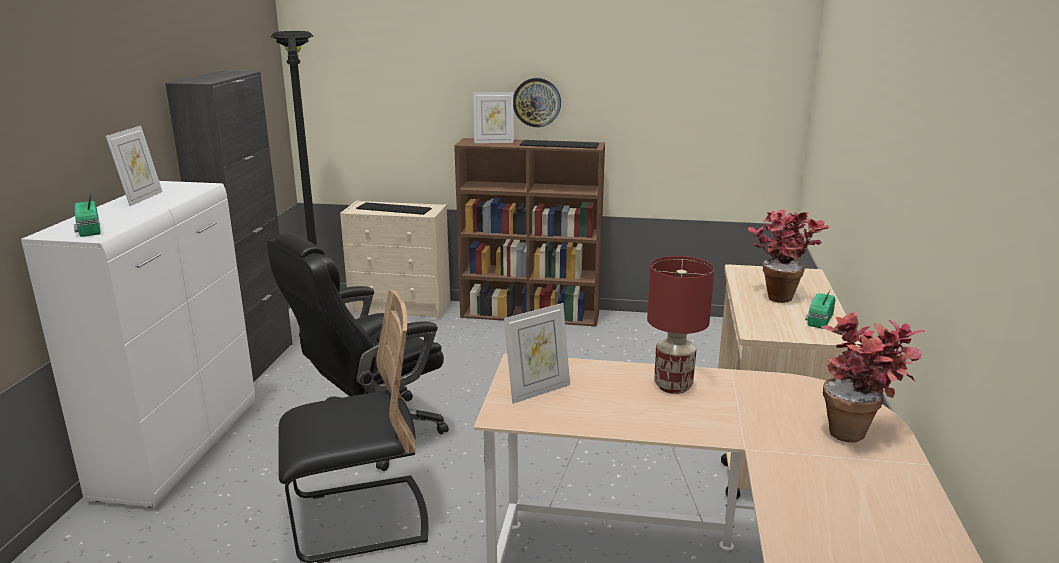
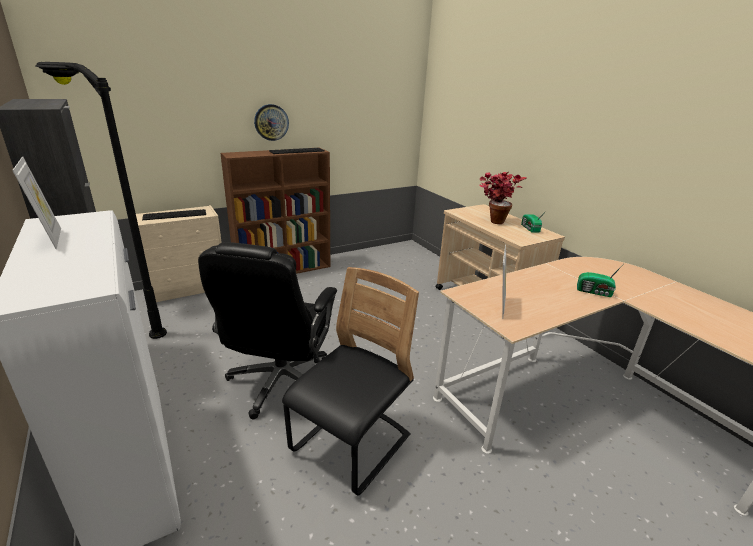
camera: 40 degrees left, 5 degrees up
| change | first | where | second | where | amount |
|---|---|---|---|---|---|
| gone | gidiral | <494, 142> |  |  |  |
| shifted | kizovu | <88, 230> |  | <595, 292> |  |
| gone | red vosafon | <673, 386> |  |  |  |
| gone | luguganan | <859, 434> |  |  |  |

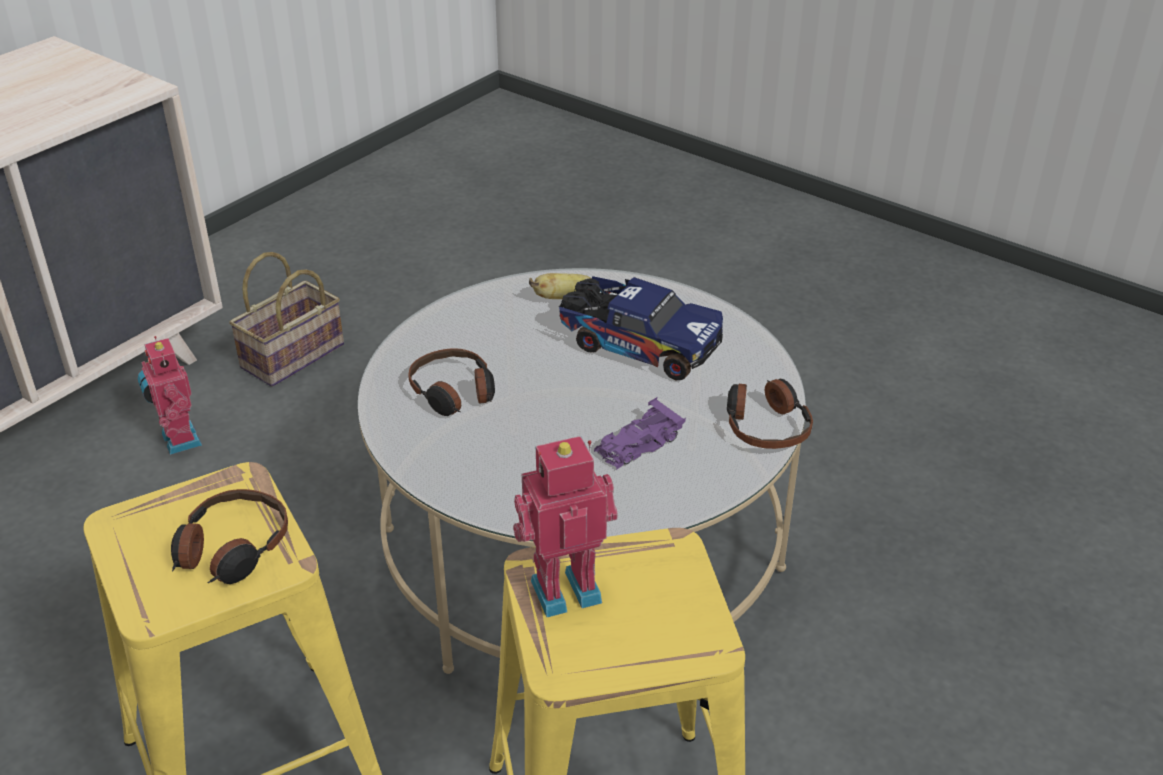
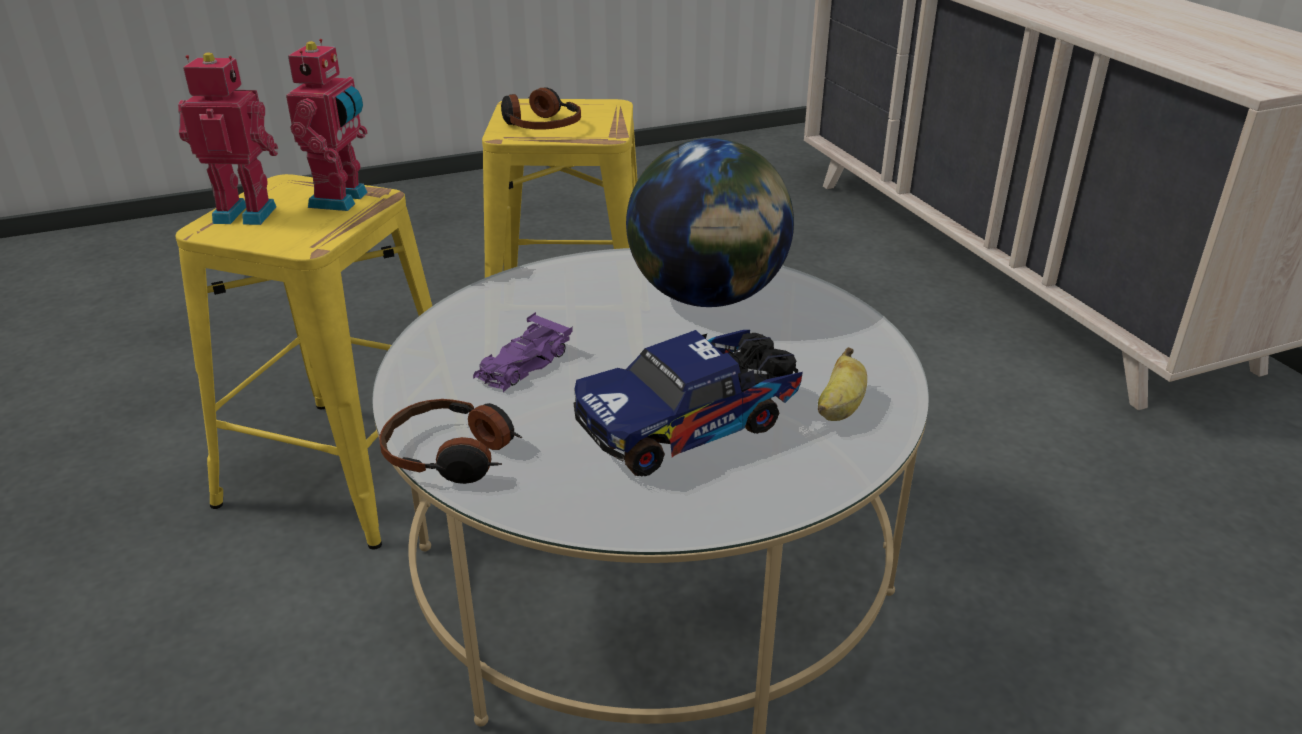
camera: 120 degrees right, 5 degrees down
| change | first | where | second | where | amount |
|---|---|---|---|---|---|
| gone | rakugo | <292, 358> |  |  |  |
| shifted | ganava | <178, 440> |  | <246, 213> |  |
| swapped | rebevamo | <454, 393> | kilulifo | <708, 297> |  |
| rotated | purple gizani | <637, 444> |  | <522, 365> | 135 degrees counterclockwise |

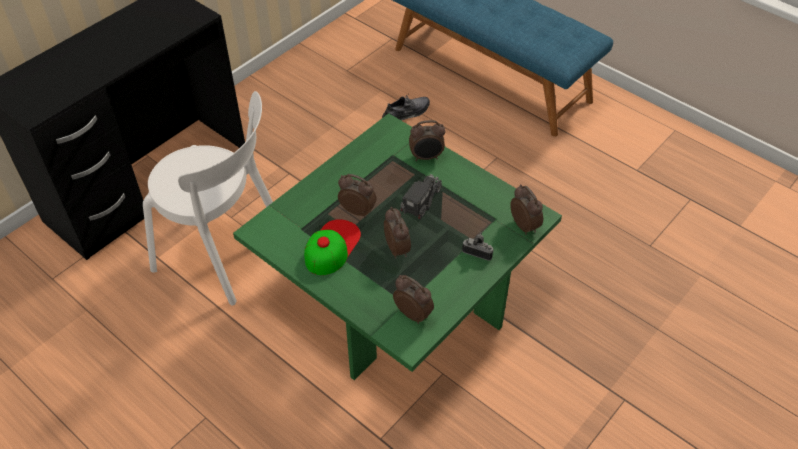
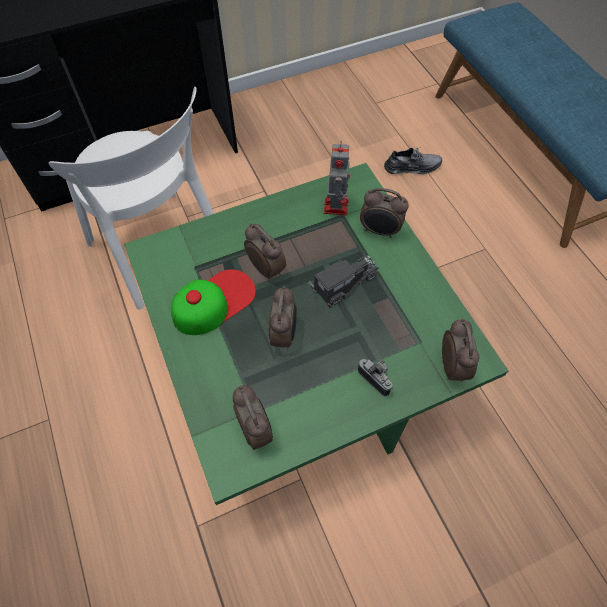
camera: 25 degrees right, 10 degrees up
| change | first | where | second | where | amount |
|---|---|---|---|---|---|
| new |  |  | ganava | <336, 205> |  |

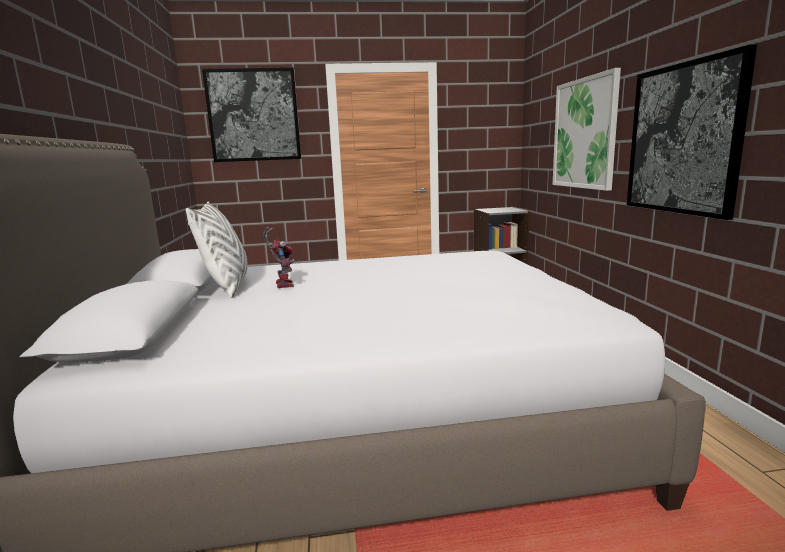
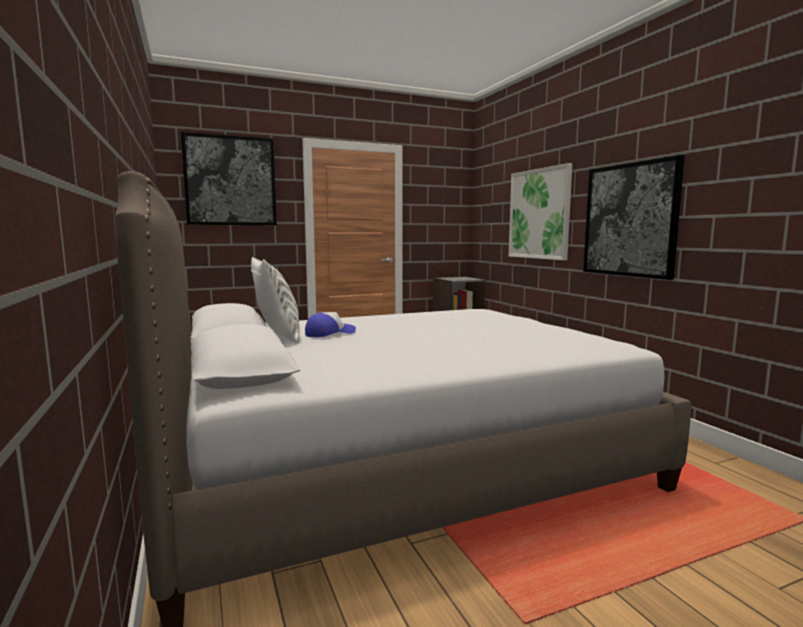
camera: 15 degrees left, 5 degrees down
| change | first | where | second | where | amount |
|---|---|---|---|---|---|
| swapped | ganava | <282, 284> | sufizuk | <329, 333> |  |

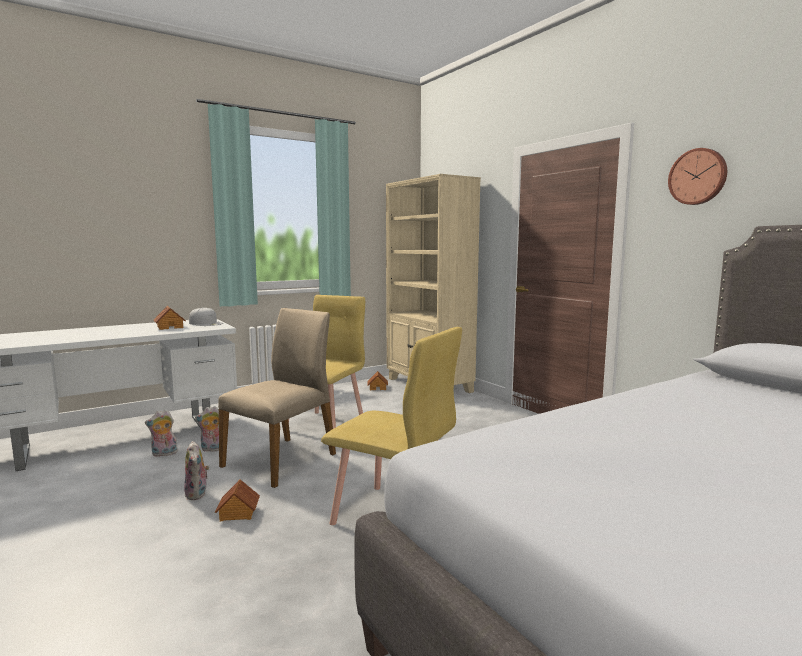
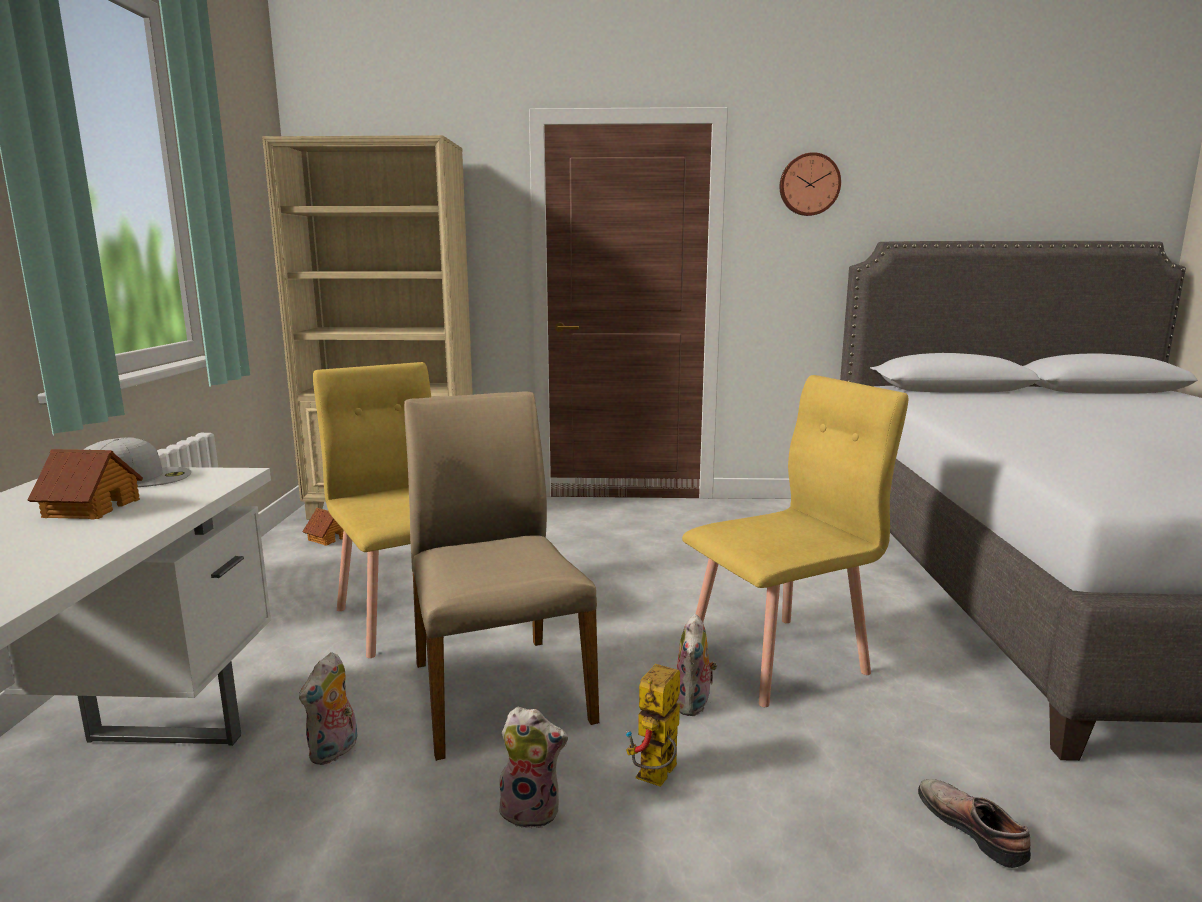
camera: 55 degrees left, 5 degrees up
| change | first | where | second | where | amount |
|---|---|---|---|---|---|
| shifted | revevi | <164, 454> |  | <693, 705> |  |
| swapped | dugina | <238, 513> | ganava | <656, 779> |  |
| new |  |  | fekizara | <973, 827> |  |

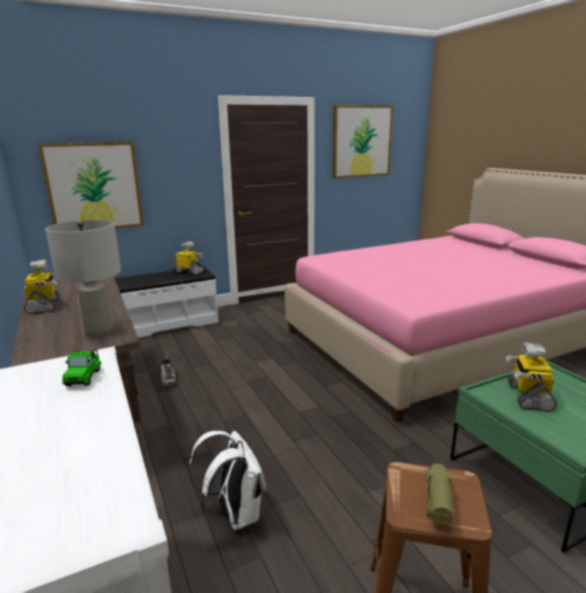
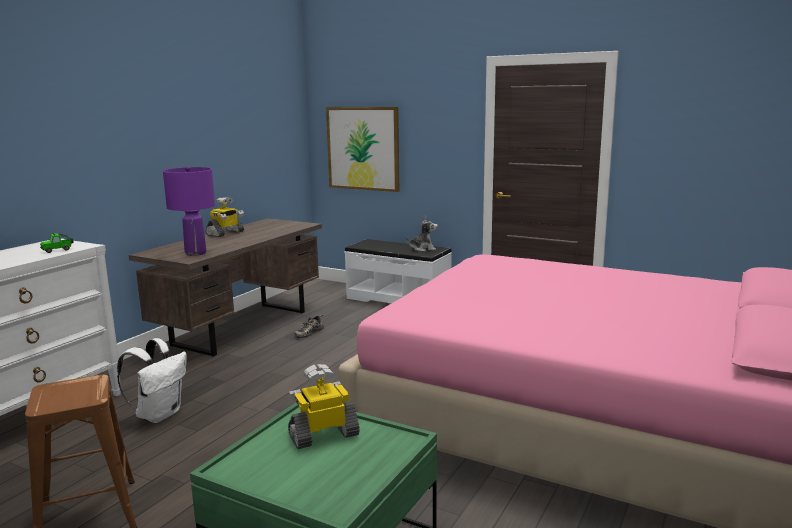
camera: 55 degrees right, 5 degrees down
| change | first | where | second | where | amount |
|---|---|---|---|---|---|
| gone | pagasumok | <362, 141> |  |  |  |
| repainted | grey vosafon | <98, 331> | purple vosafon | <195, 253> |  |
| swapped | ganava | <189, 272> | revevi | <422, 249> |  |
| gone | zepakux | <437, 503> |  |  |  |

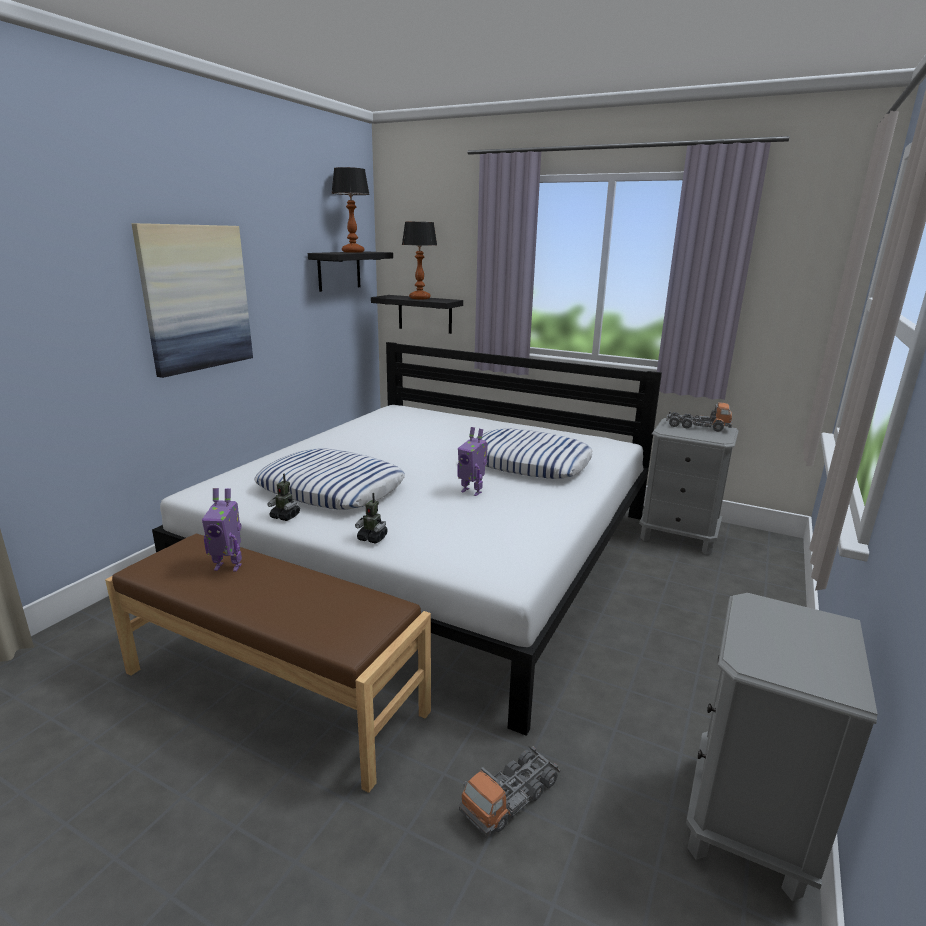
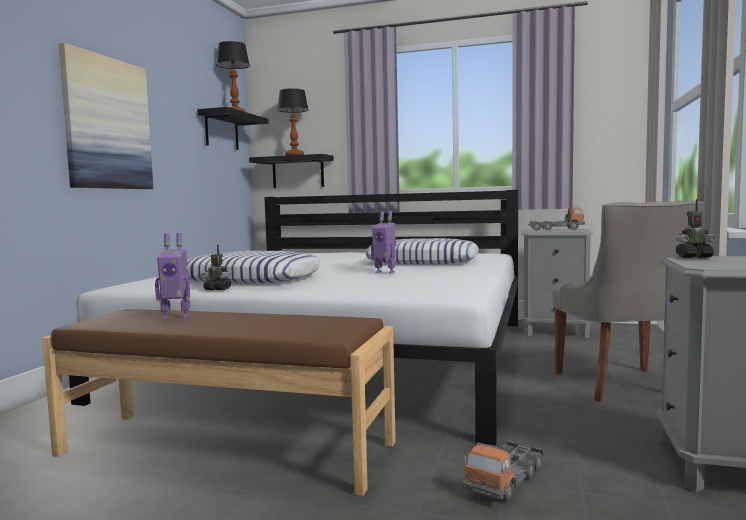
camera: 10 degrees left, 15 degrees down
| change | first | where | second | where | amount |
|---|---|---|---|---|---|
| shifted | ganava | <372, 538> |  | <694, 257> |  |
| new |  |  | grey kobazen | <621, 385> |  |

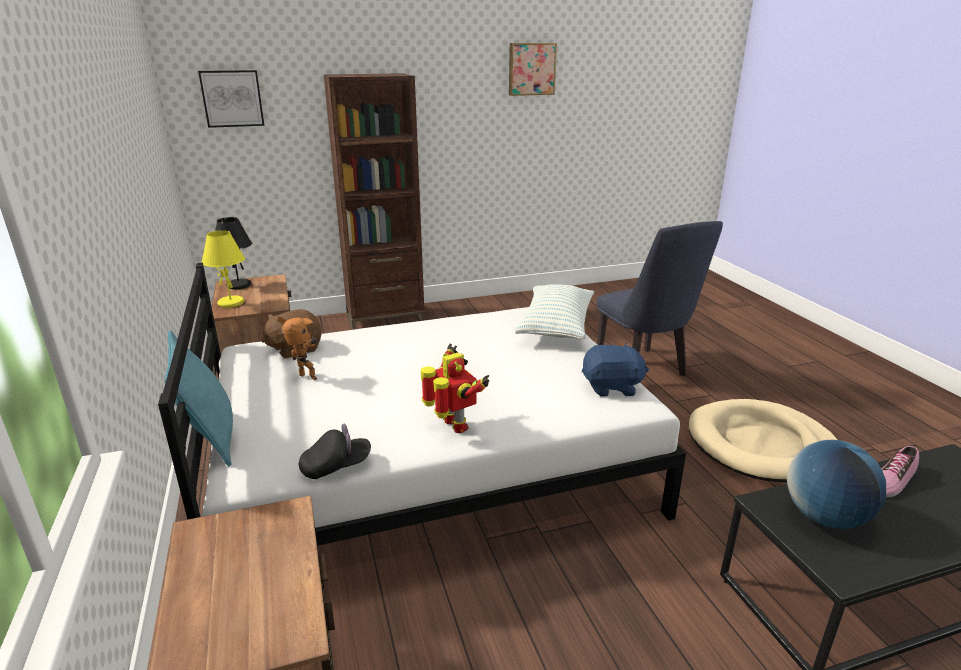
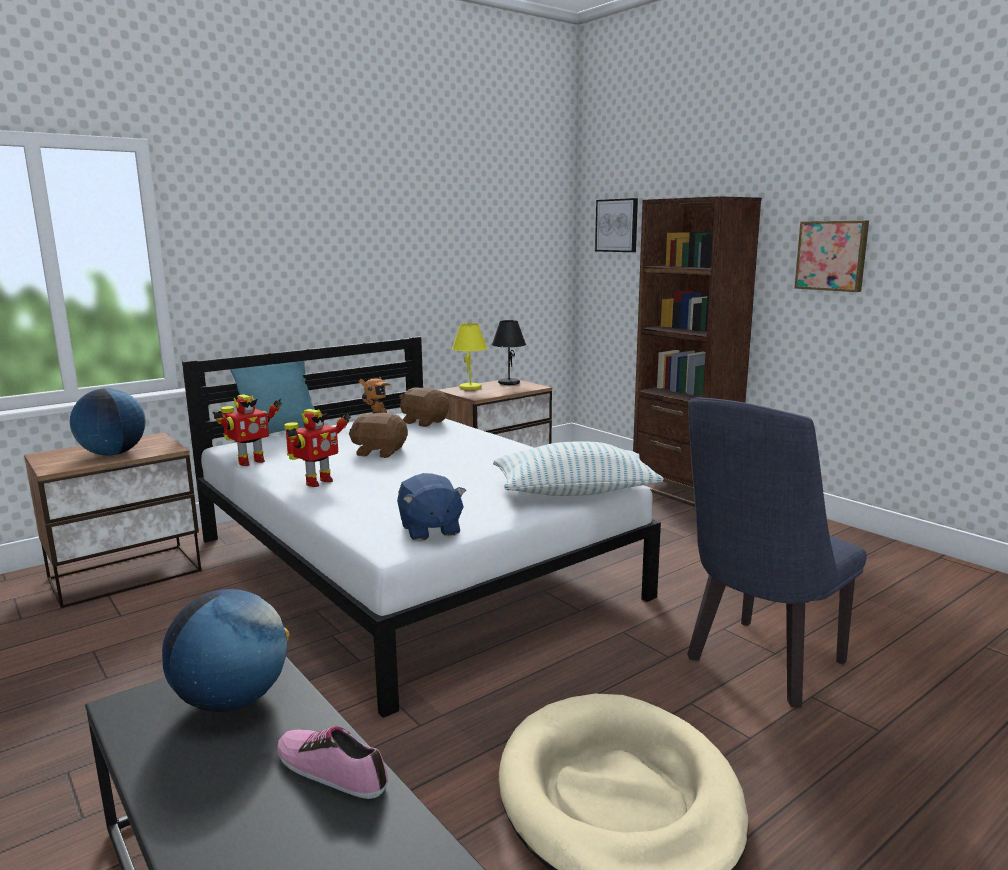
camera: 70 degrees right, 10 degrees down
| change | first | where | second | where | amount |
|---|---|---|---|---|---|
| shifted | pagasumok | <531, 69> |  | <832, 255> |  |
| swapped | black sufizuk | <336, 466> | ganava | <250, 462> |  |
| new |  |  | kilulifo | <113, 454> |  |
| new |  |  | brown revevi | <379, 452> |  |

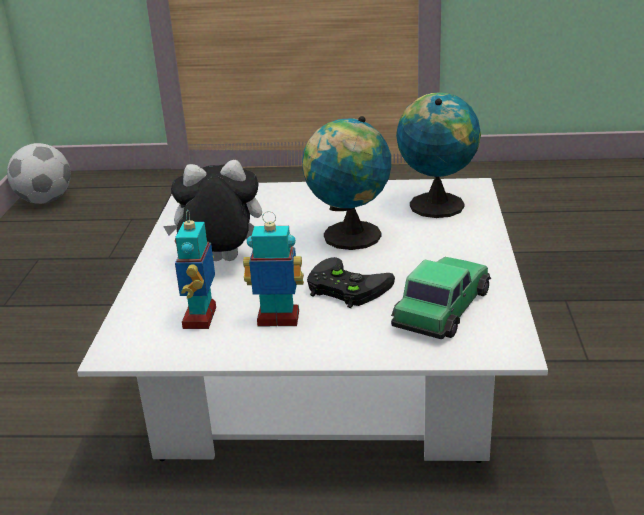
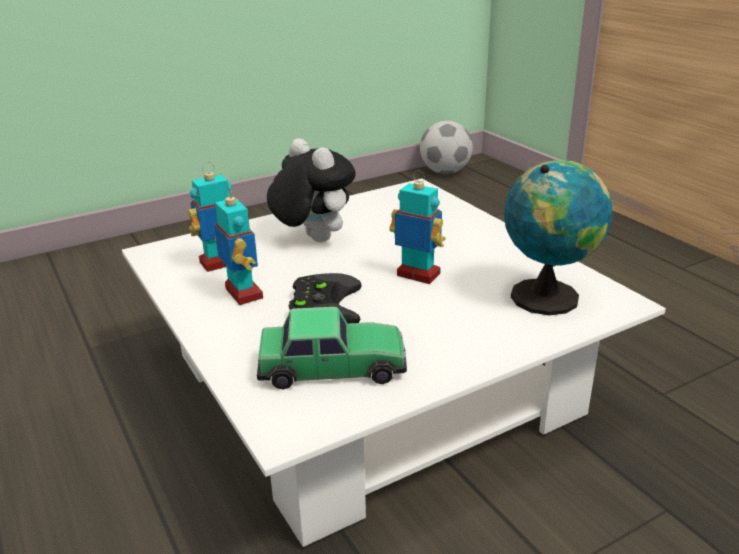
camera: 55 degrees right, 0 degrees up
| change | first | where | second | where | amount |
|---|---|---|---|---|---|
| swapped | kilulifo | <348, 237> | ganava | <418, 275> |  |

